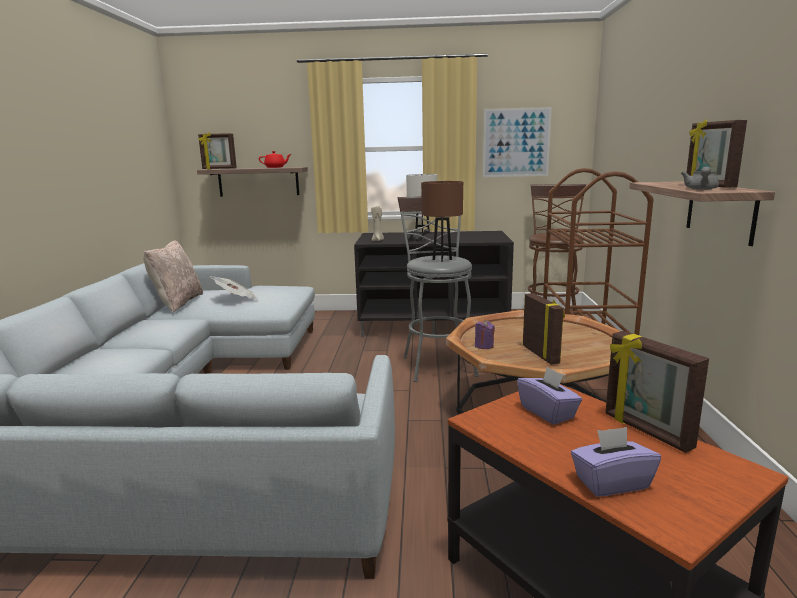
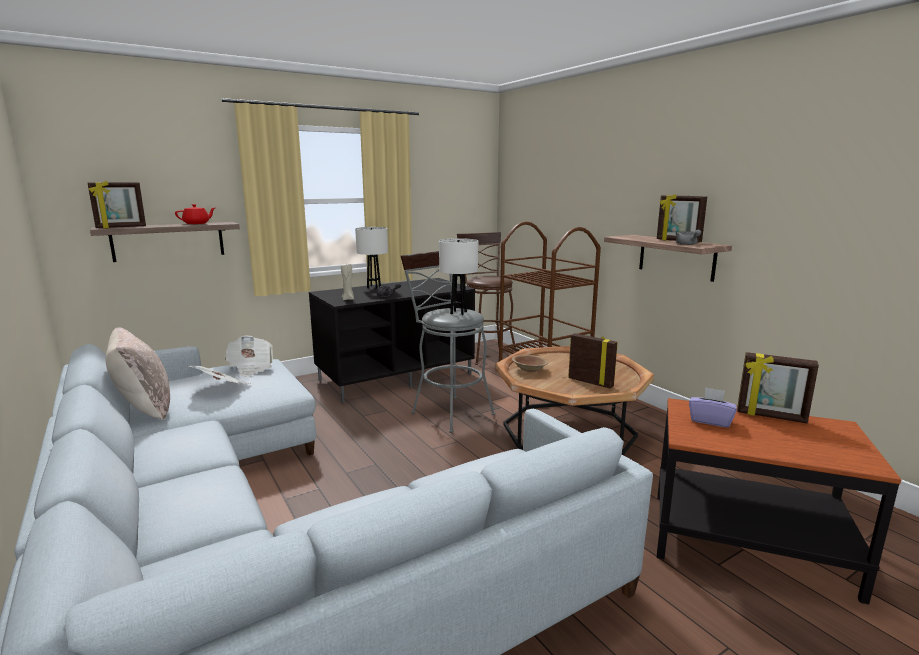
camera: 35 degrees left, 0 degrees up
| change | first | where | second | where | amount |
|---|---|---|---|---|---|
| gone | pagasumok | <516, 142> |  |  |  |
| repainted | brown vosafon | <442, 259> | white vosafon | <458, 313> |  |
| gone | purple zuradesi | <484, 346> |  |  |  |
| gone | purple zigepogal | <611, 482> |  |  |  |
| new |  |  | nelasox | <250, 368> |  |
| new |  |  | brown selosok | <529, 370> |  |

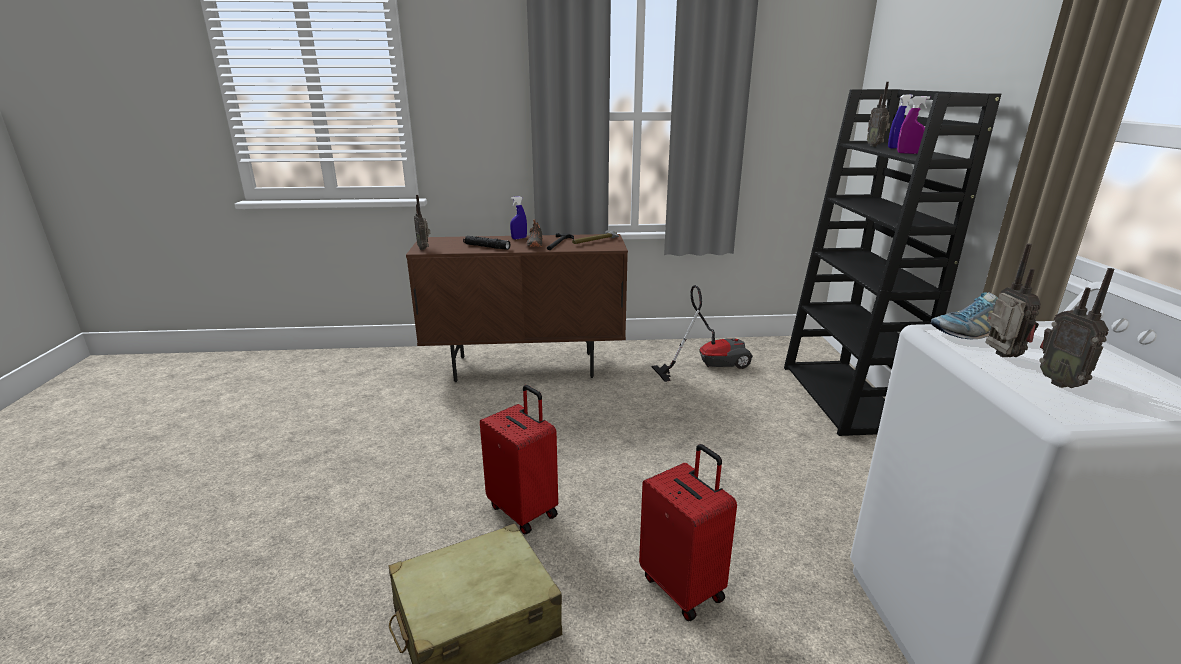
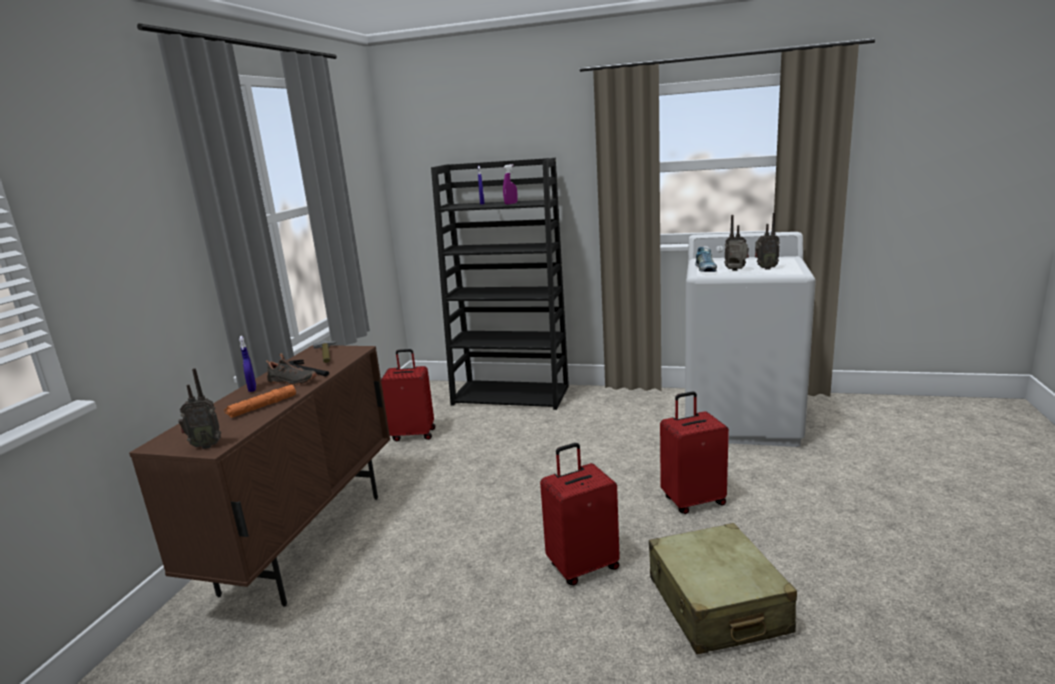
camera: 70 degrees left, 5 degrees down
| change | first | where | second | where | amount |
|---|---|---|---|---|---|
| gone | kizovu | <875, 146> |  |  |  |
| repainted | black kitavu | <486, 247> | orange kitavu | <262, 406> |  |
| swapped | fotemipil | <708, 365> | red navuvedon | <413, 434> |  |

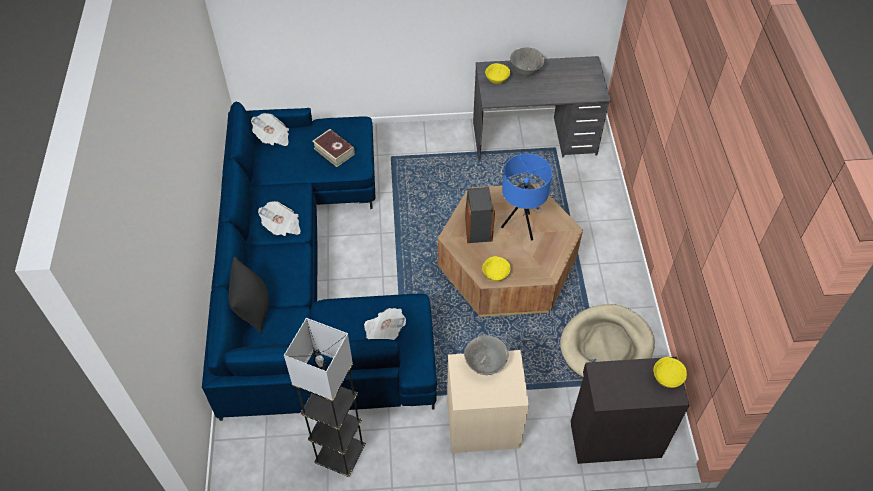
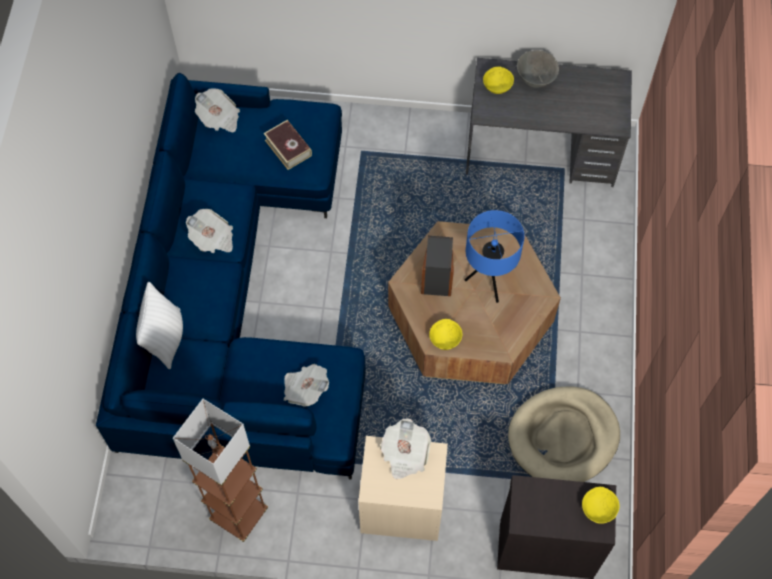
camera: 10 degrees right, 10 degrees up
| change | first | where | second | where | amount |
|---|---|---|---|---|---|
| repainted | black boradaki | <253, 309> | white boradaki | <165, 338> |  |
| repainted | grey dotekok | <340, 455> | brown dotekok | <239, 515> |  |
| swapped | grey selosok | <485, 364> | nelasox | <405, 454> |  |

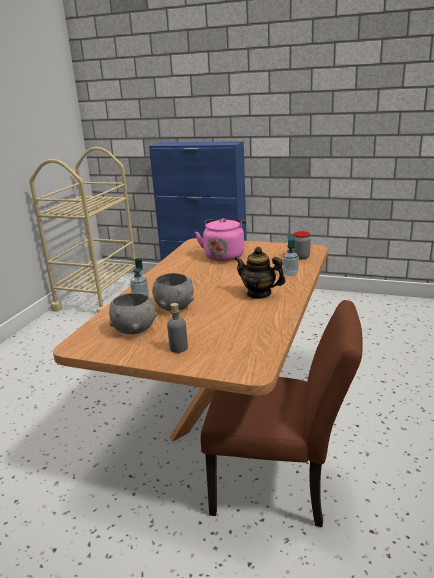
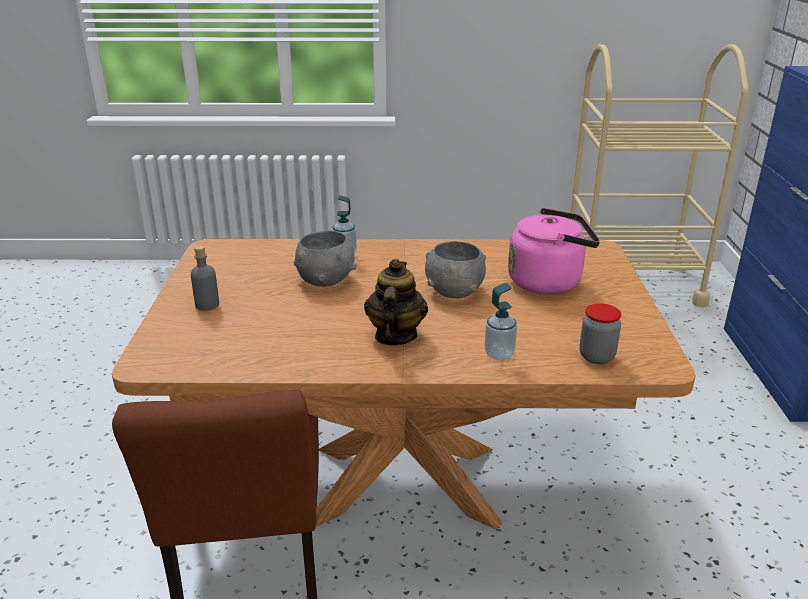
camera: 70 degrees right, 5 degrees up
| change | first | where | second | where | amount |
|---|---|---|---|---|---|
| shifted | grey selosok | <134, 330> |  | <453, 292> |  |

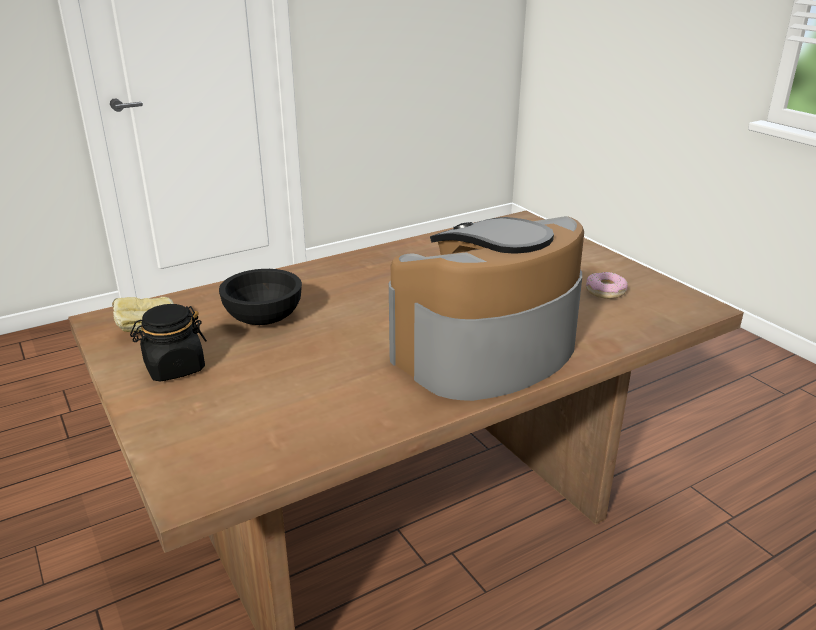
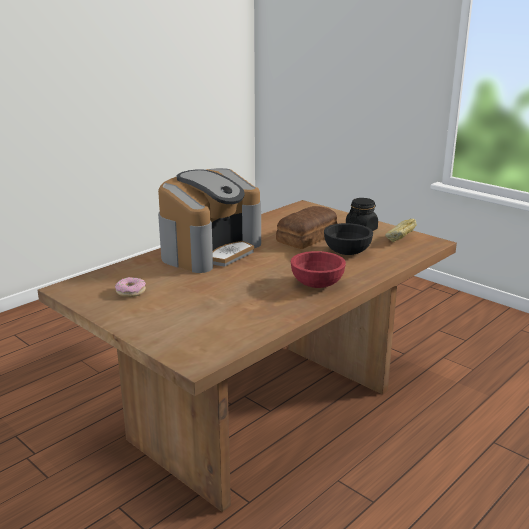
camera: 165 degrees right, 5 degrees down
| change | first | where | second | where | amount |
|---|---|---|---|---|---|
| new |  |  | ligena | <308, 237> |  |
| new |  |  | red selosok | <316, 284> |  |

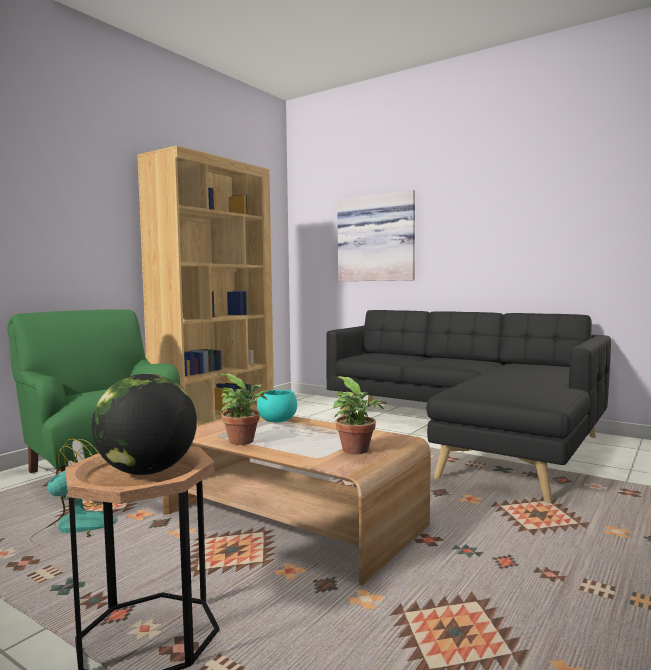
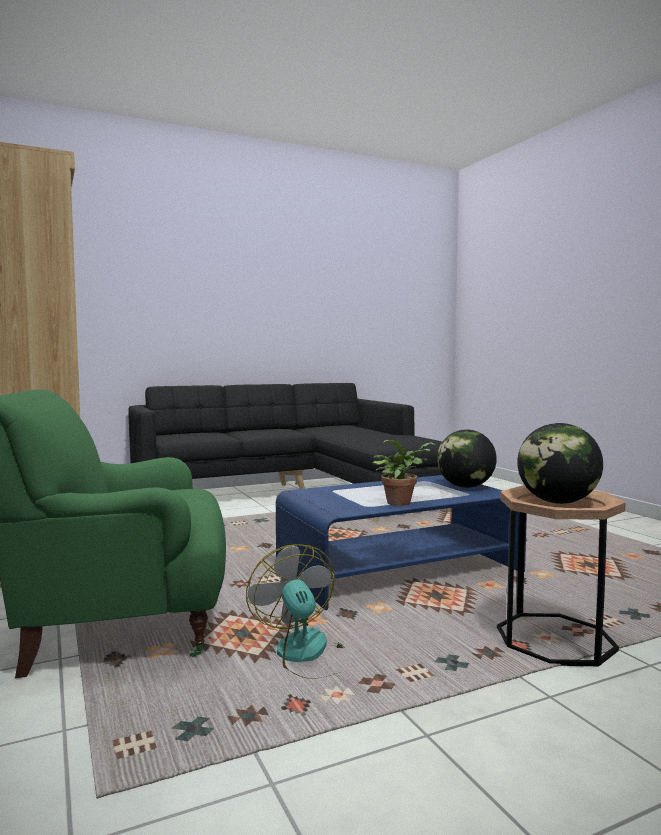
camera: 60 degrees left, 0 degrees up
| change | first | where | second | where | amount |
|---|---|---|---|---|---|
| gone | pagasumok | <377, 238> |  |  |  |
| swapped | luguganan | <357, 451> | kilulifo | <465, 487> |  |
| gone | turquoise selosok | <278, 420> |  |  |  |
| repainted | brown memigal | <292, 520> | blue memigal | <399, 570> |  |

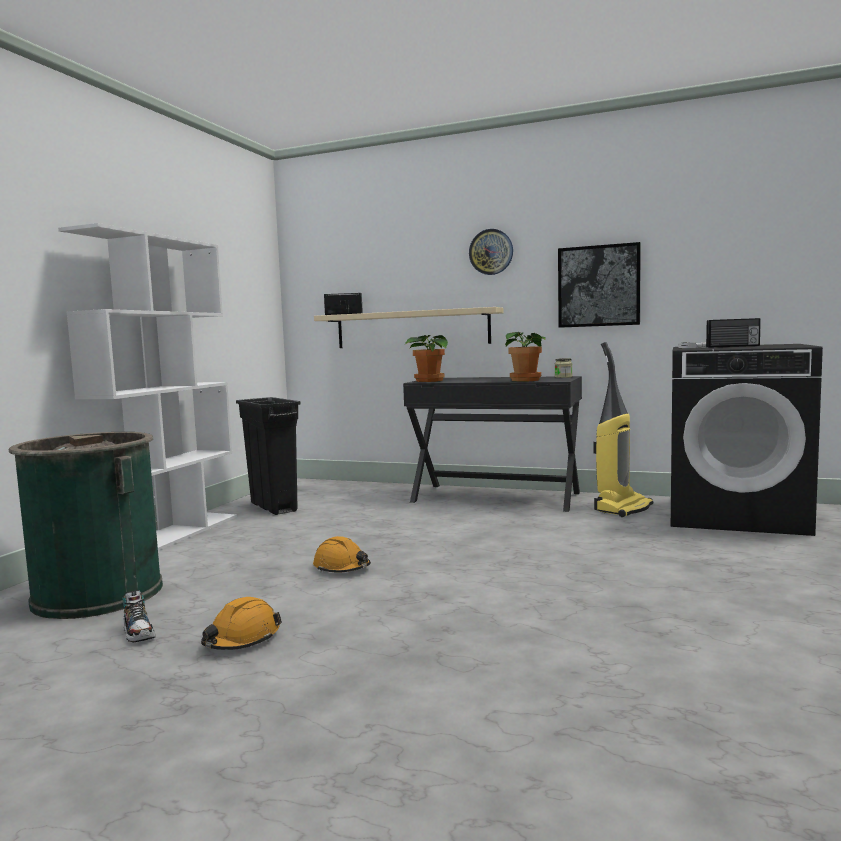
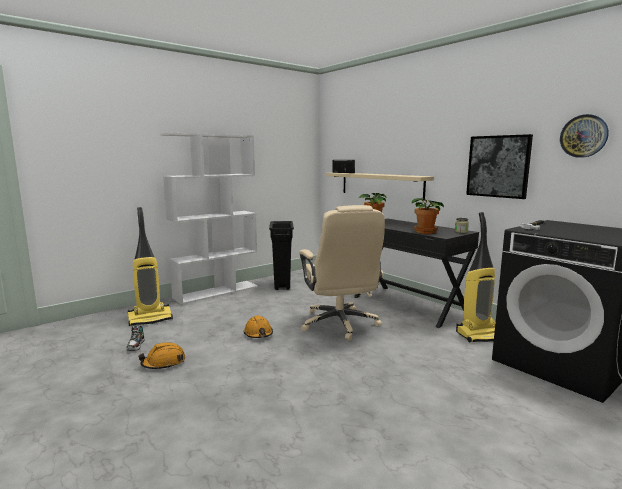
camera: 30 degrees right, 5 degrees up
| change | first | where | second | where | amount |
|---|---|---|---|---|---|
| shifted | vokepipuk | <491, 252> |  | <583, 136> |  |
| gone | kizovu | <733, 346> |  |  |  |
| swapped | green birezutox | <98, 593> | fotemipil | <150, 318> |  |
| new |  |  | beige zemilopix | <340, 324> |  |

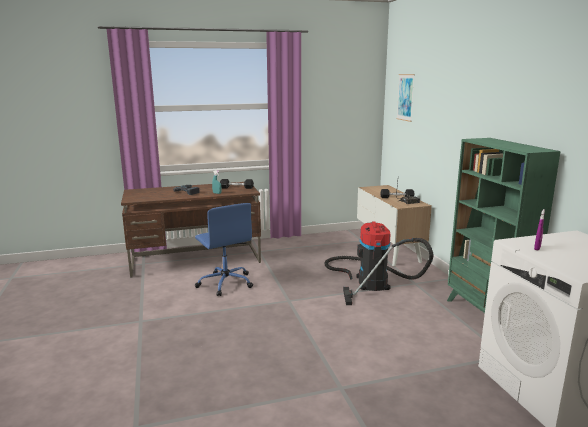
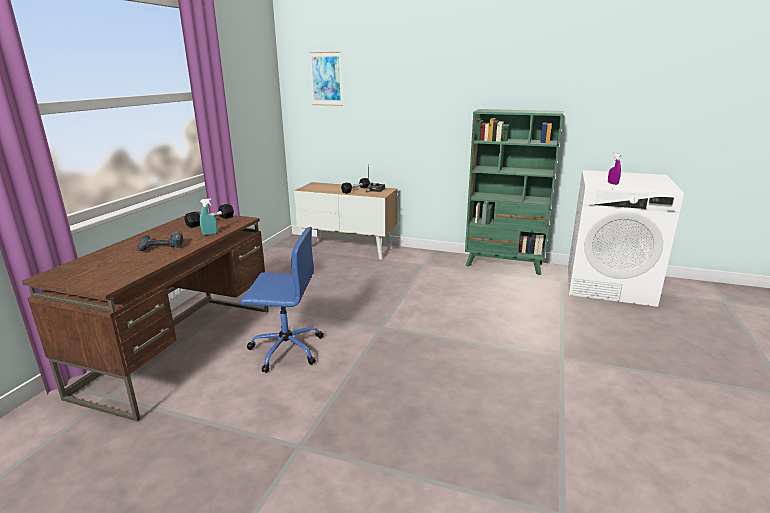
camera: 55 degrees left, 5 degrees up
| change | first | where | second | where | amount |
|---|---|---|---|---|---|
| gone | fotemipil | <370, 281> |  |  |  |

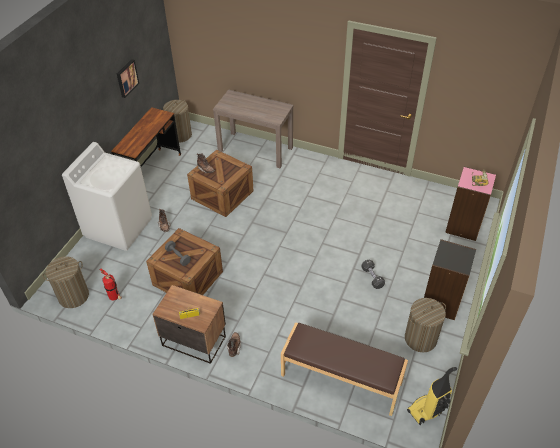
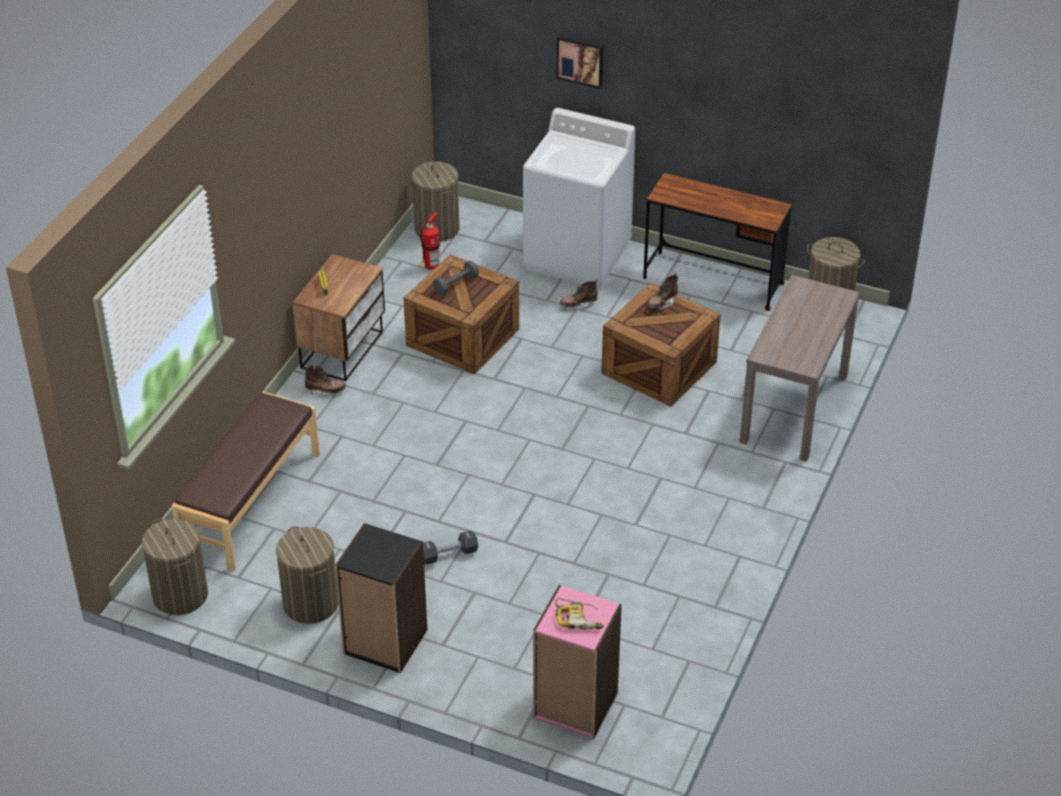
camera: 90 degrees right, 5 degrees down
| change | first | where | second | where | amount |
|---|---|---|---|---|---|
| shifted | pagasumok | <126, 78> |  | <580, 60> |  |
| swapped | fotemipil | <427, 410> | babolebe | <180, 595> |  |

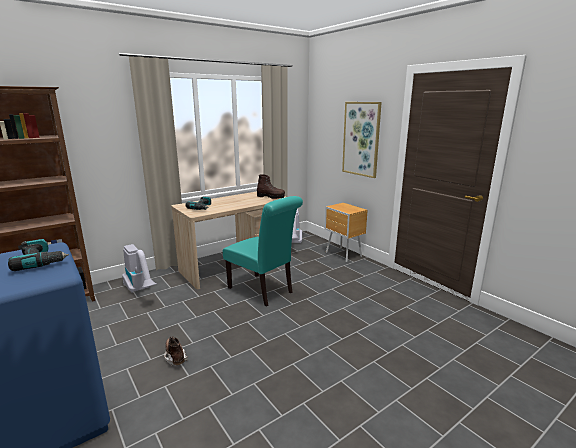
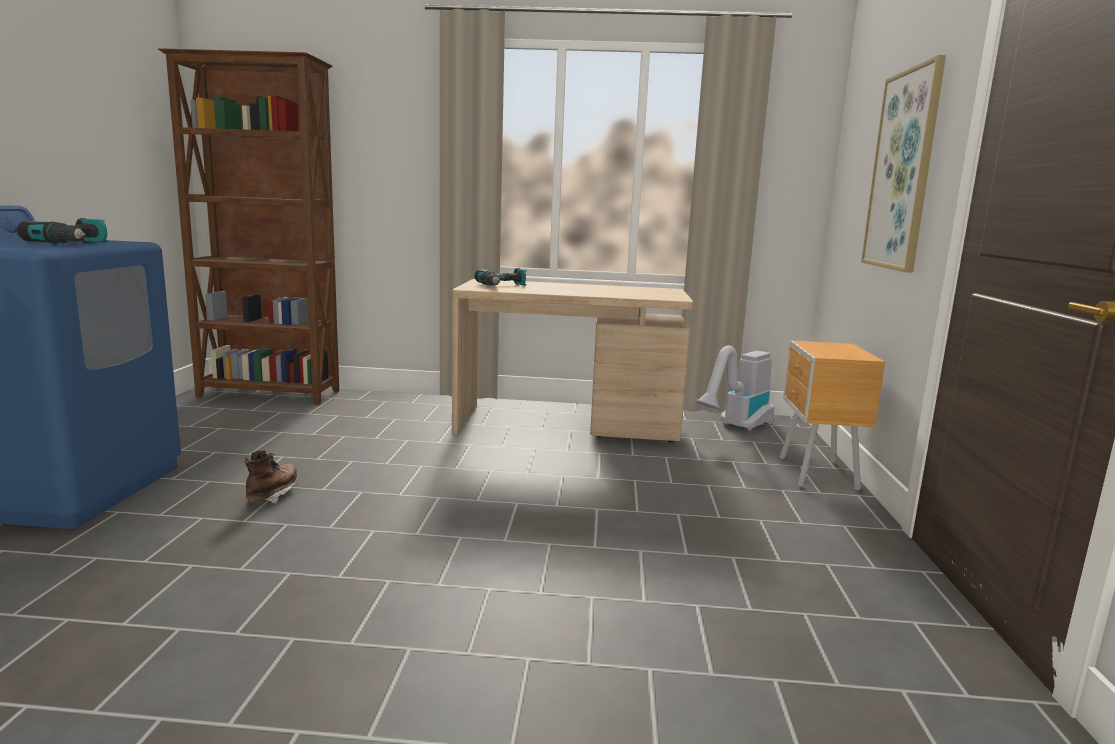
camera: 40 degrees right, 5 degrees down
| change | first | where | second | where | amount |
|---|---|---|---|---|---|
| gone | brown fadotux | <271, 197> |  |  |  |
| gone | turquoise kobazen | <263, 291> |  |  |  |
| gone | fotemipil | <141, 290> |  |  |  |

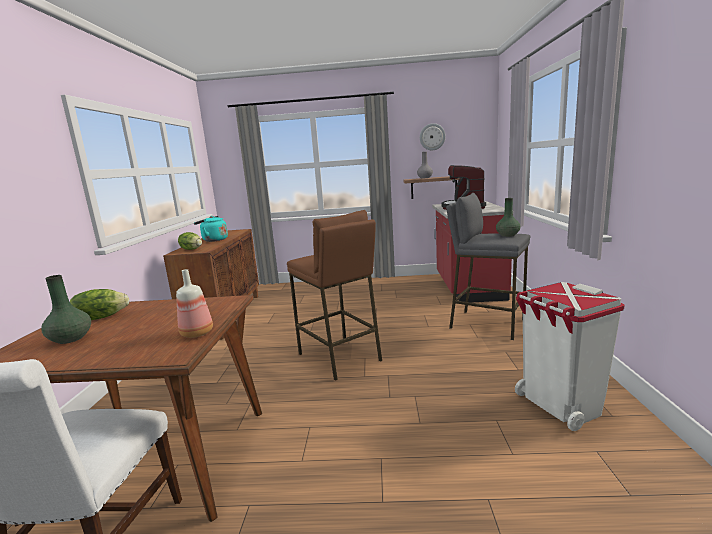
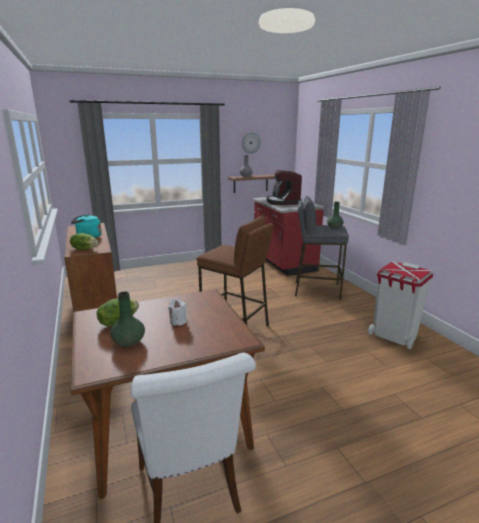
camera: 25 degrees left, 5 degrees up
| change | first | where | second | where | amount |
|---|---|---|---|---|---|
| gone | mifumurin | <198, 333> |  |  |  |
| new |  |  | white zuradesi | <178, 321> |  |

